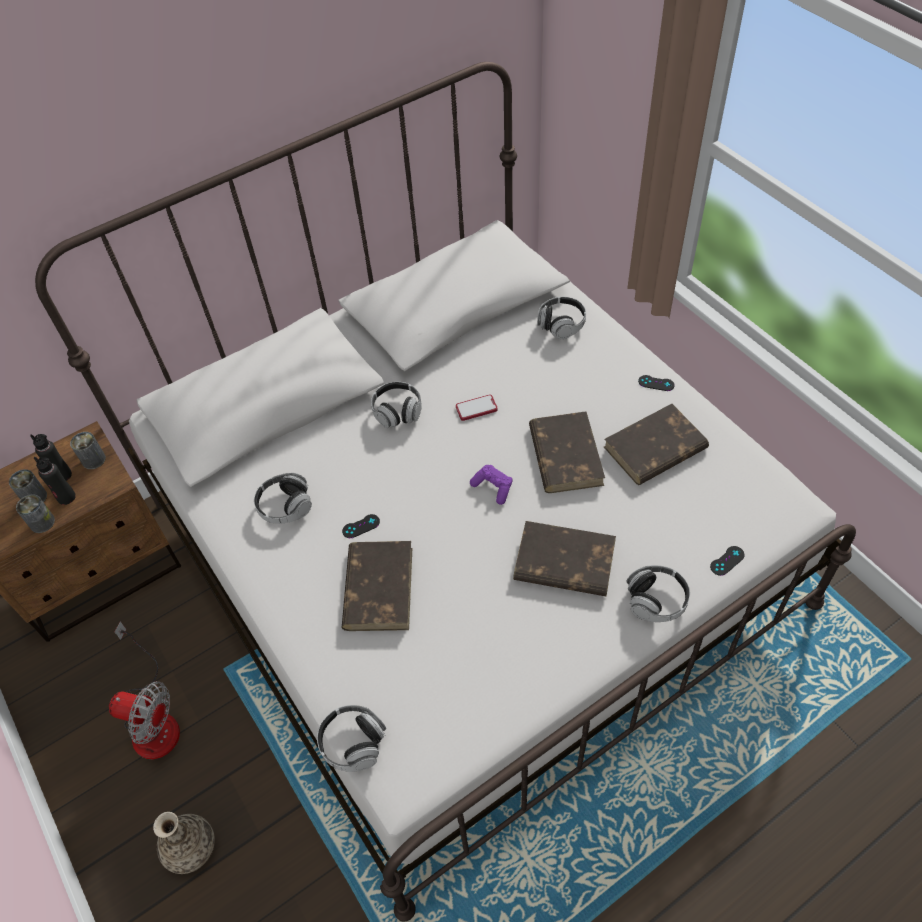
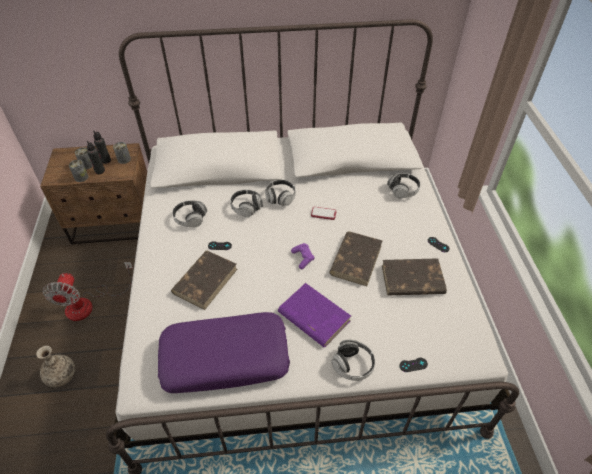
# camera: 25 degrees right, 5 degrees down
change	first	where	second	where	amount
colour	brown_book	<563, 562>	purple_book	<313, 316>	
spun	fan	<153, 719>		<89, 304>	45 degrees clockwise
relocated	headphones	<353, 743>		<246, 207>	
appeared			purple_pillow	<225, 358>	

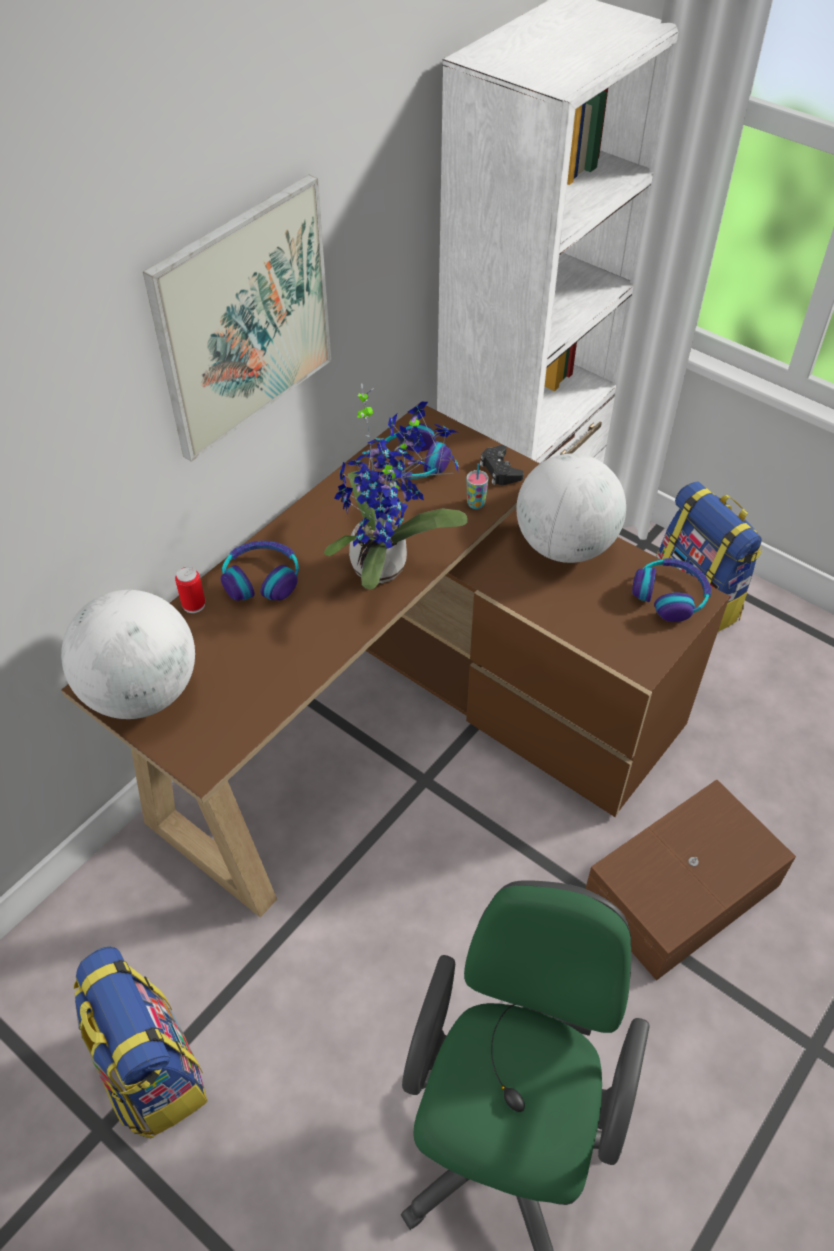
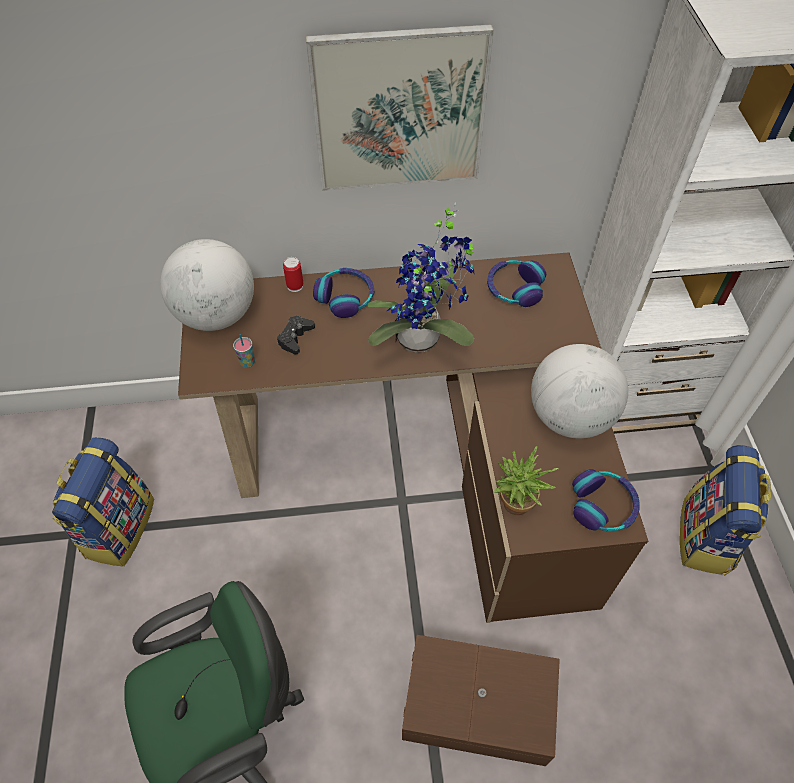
# camera: 45 degrees right, 5 degrees up
change	first	where	second	where	amount
relocated	black_game_controller	<500, 470>		<295, 337>	
relocated	cup	<476, 504>		<247, 363>	
appeared			potted_plant	<514, 508>	

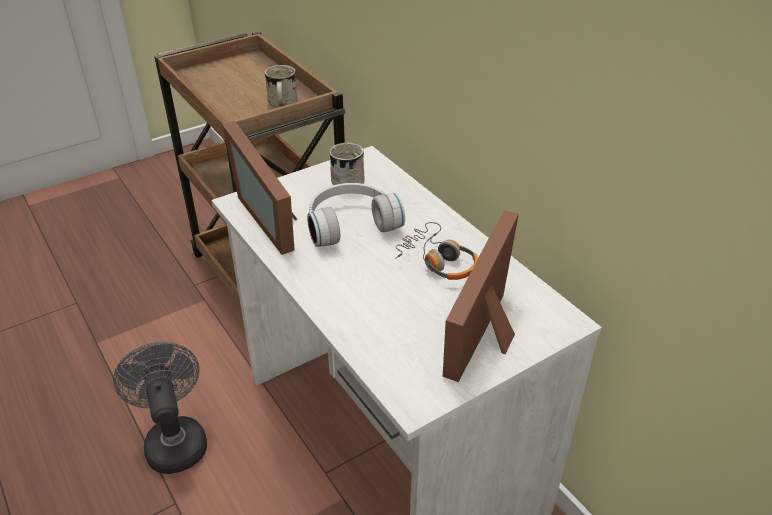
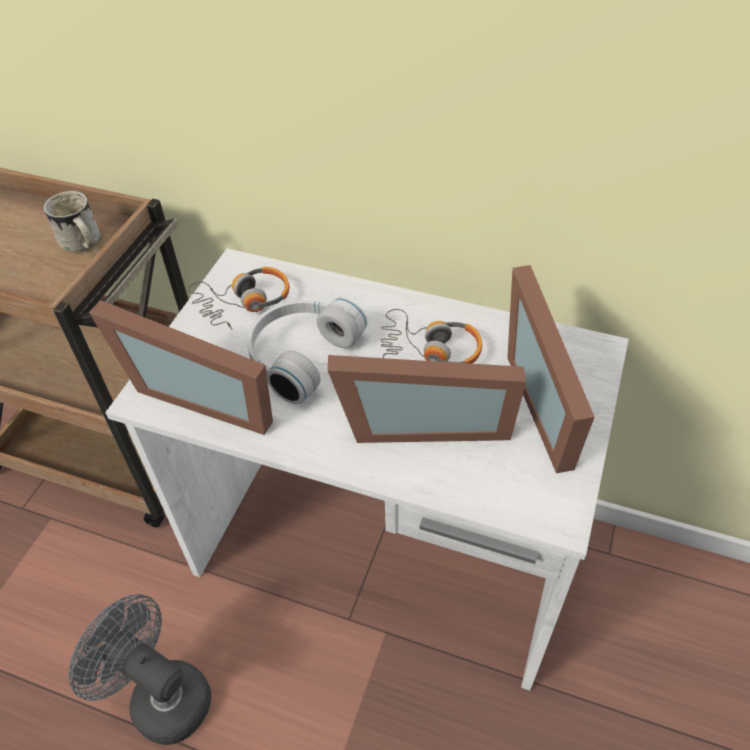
# camera: 35 degrees left, 10 degrees up
change	first	where	second	where	amount
exchanged	white_mug	<348, 179>	headphones	<244, 303>	
appeared			picture_frame	<423, 421>	

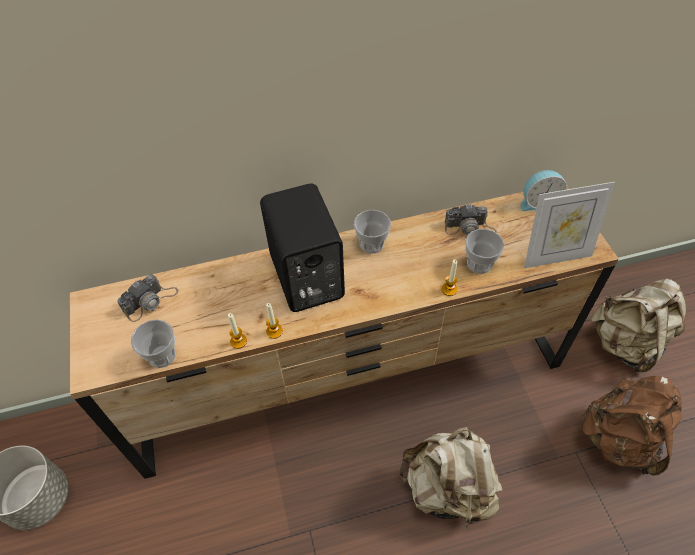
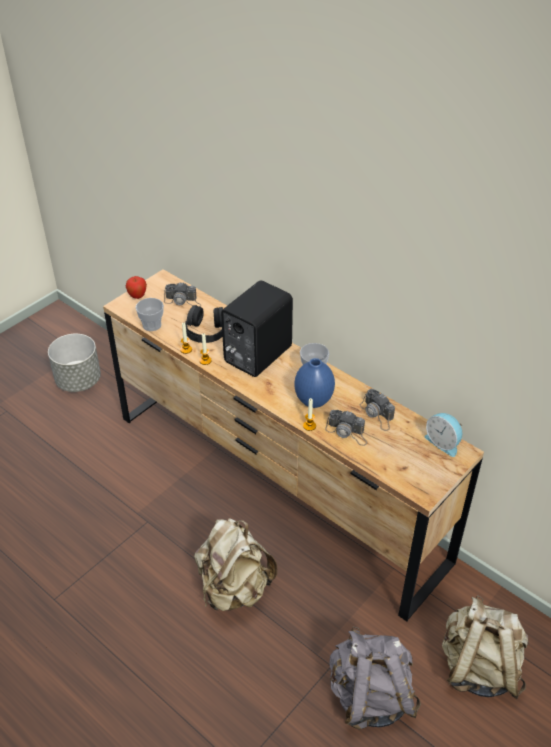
# camera: 55 degrees right, 10 degrees down
change	first	where	second	where	amount
missing	picture_frame	<555, 256>			
exchanged	cup	<479, 264>	photo_camera	<347, 432>	
colour	brown_backpack	<619, 439>	grey_backpack	<370, 696>	
appeared			apple	<137, 296>	
appeared			black_headphones	<206, 330>	
appeared			blue_vase	<313, 401>	

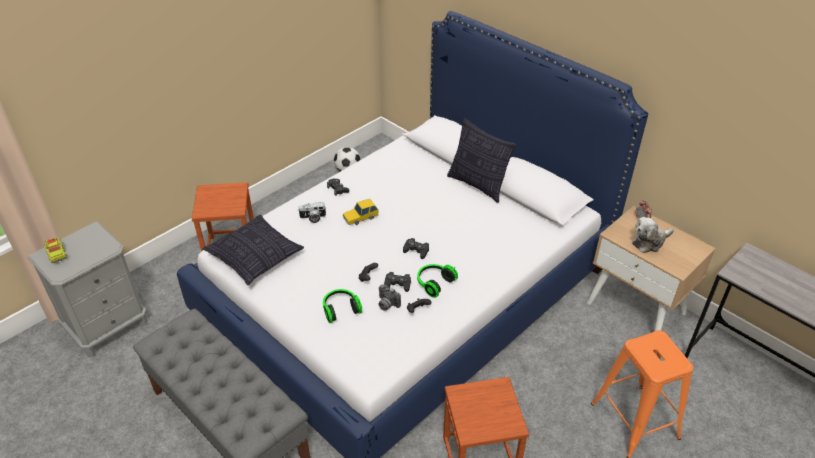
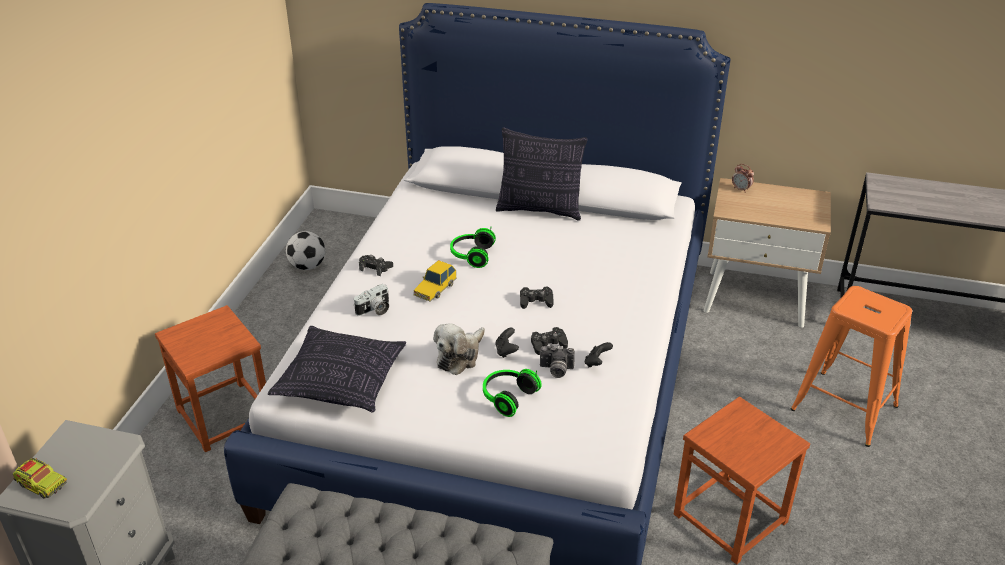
# camera: 30 degrees left, 5 degrees down
change	first	where	second	where	amount
relocated	plush_toy	<649, 242>		<459, 356>	
relocated	headphones	<434, 283>		<471, 255>	

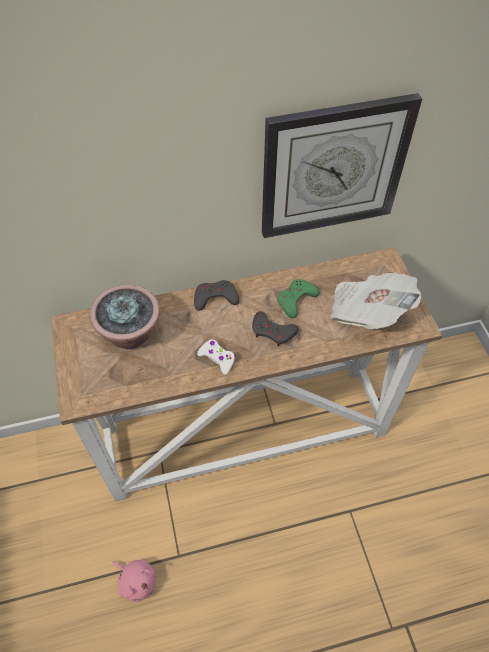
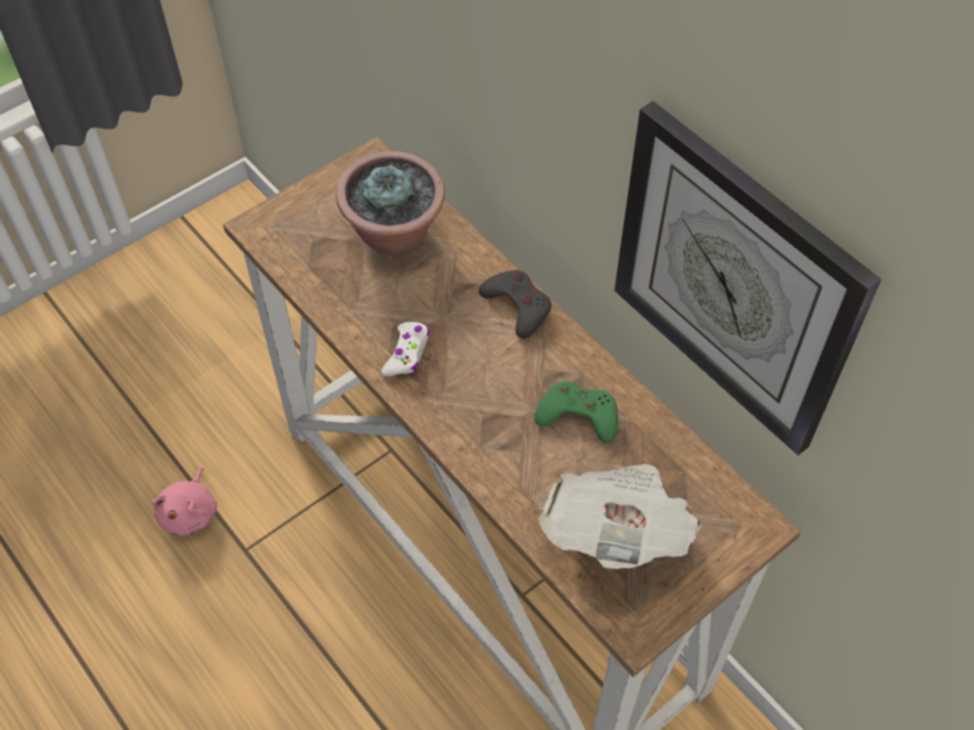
# camera: 65 degrees right, 0 degrees up
change	first	where	second	where	amount
missing	grey_game_controller	<273, 331>			

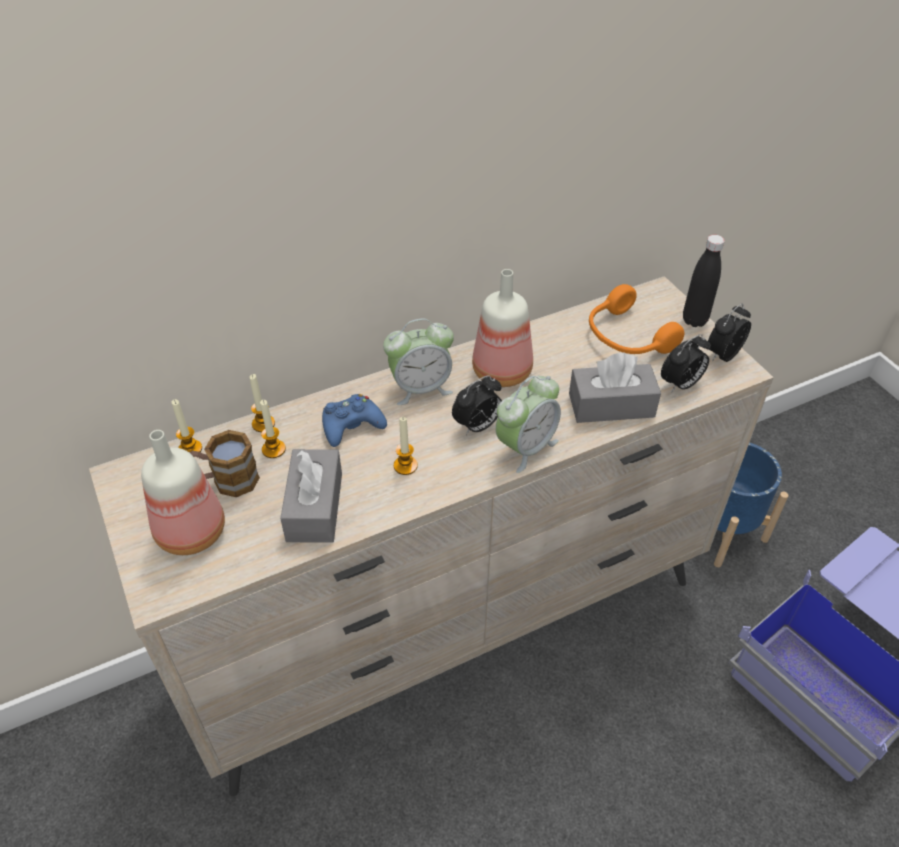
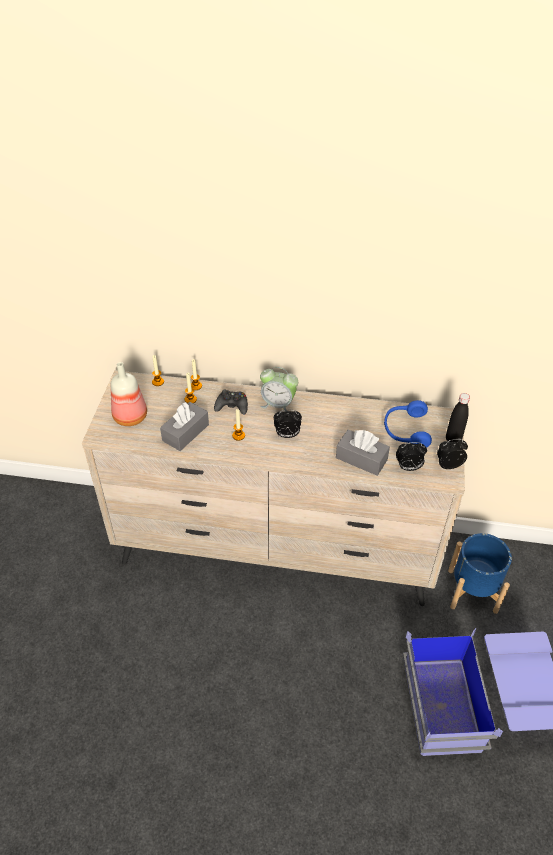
# camera: 35 degrees right, 0 degrees up
change	first	where	second	where	amount
missing	bottle	<503, 371>			
colour	orange_headphones	<626, 337>	blue_headphones	<405, 430>	
missing	alarm_clock	<525, 447>			
colour	blue_game_controller	<351, 425>	black_game_controller	<232, 406>	
missing	mug	<226, 480>			

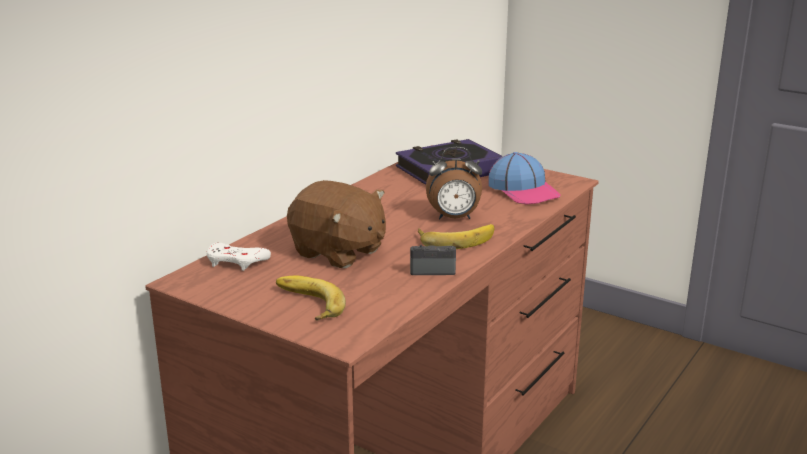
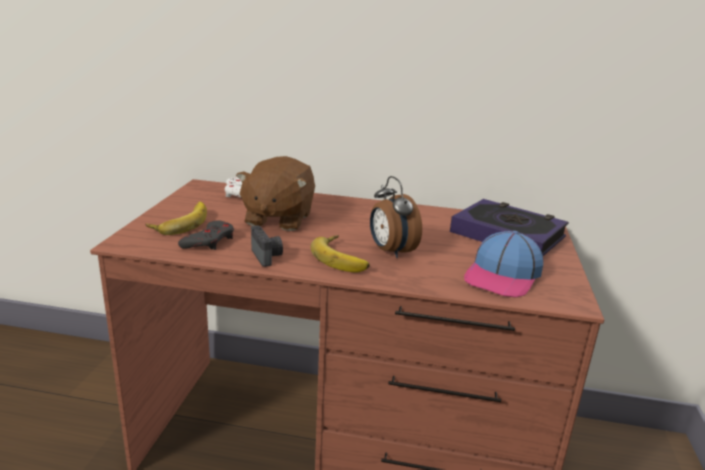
# camera: 65 degrees right, 0 degrees up
change	first	where	second	where	amount
appeared			grey_game_controller	<209, 241>	

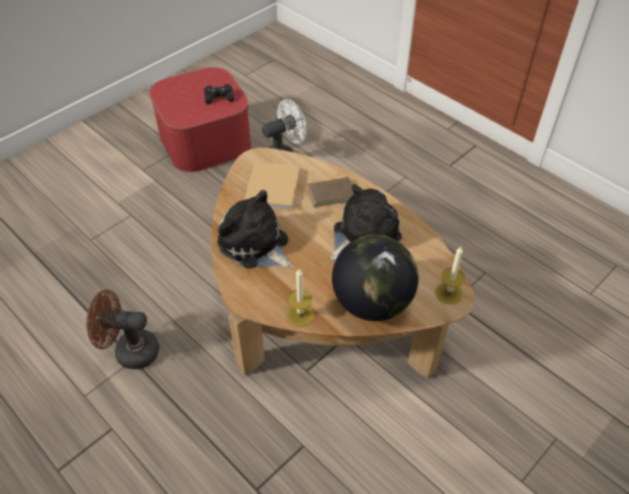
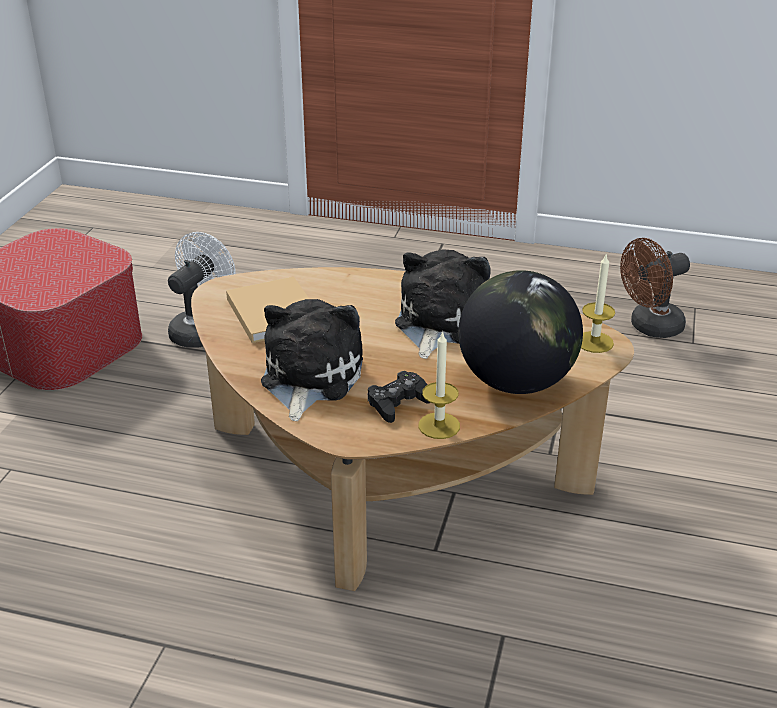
# camera: 30 degrees left, 15 degrees down
change	first	where	second	where	amount
relocated	black_game_controller	<219, 97>		<398, 403>	
missing	brown_book	<331, 192>			
spun	plush_toy	<255, 245>		<308, 377>	90 degrees clockwise
relocated	brown_fan	<130, 351>		<649, 327>	

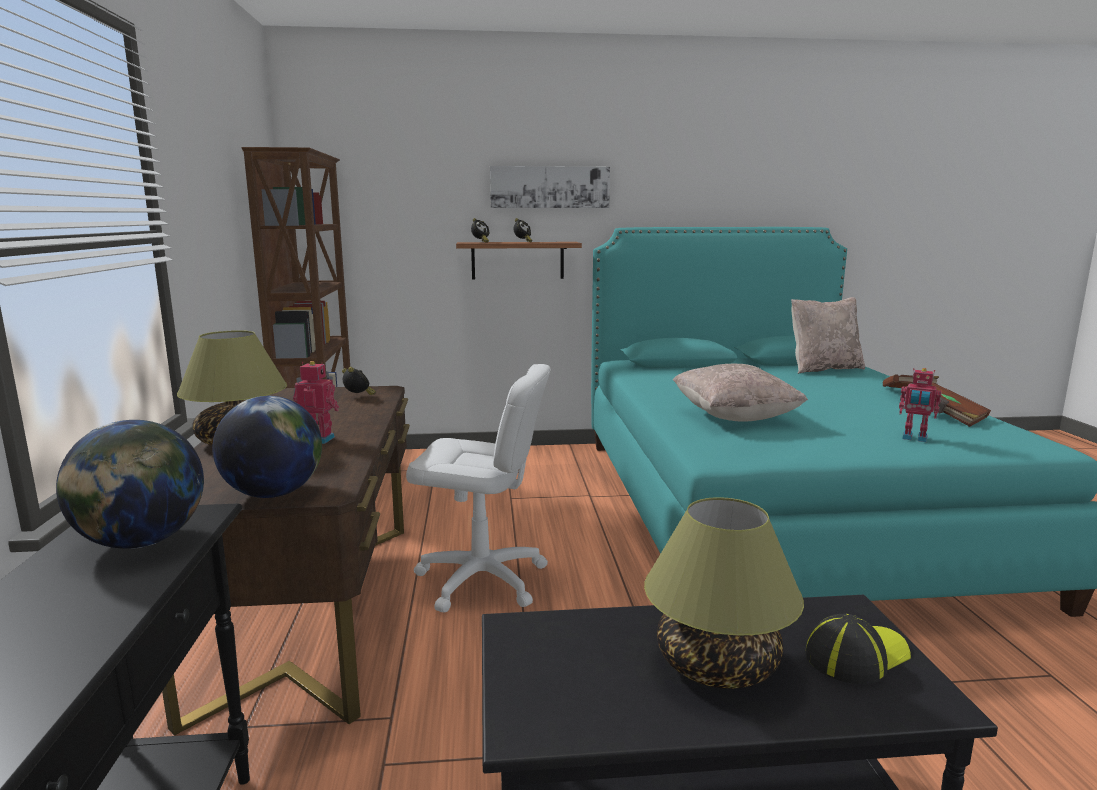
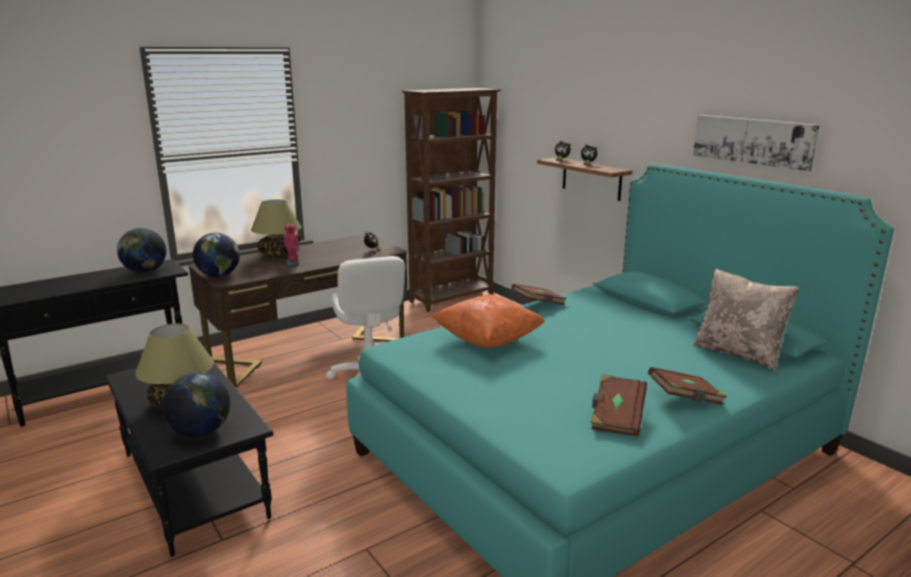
# camera: 60 degrees right, 5 degrees up
change	first	where	second	where	amount
relocated	picture	<549, 187>		<752, 141>	
colour	beige_pillow	<734, 418>	orange_pillow	<488, 340>	
missing	toy_robot	<914, 438>			
exchanged	cap	<856, 655>	globe	<201, 432>	
appeared			brown_book	<538, 304>	

